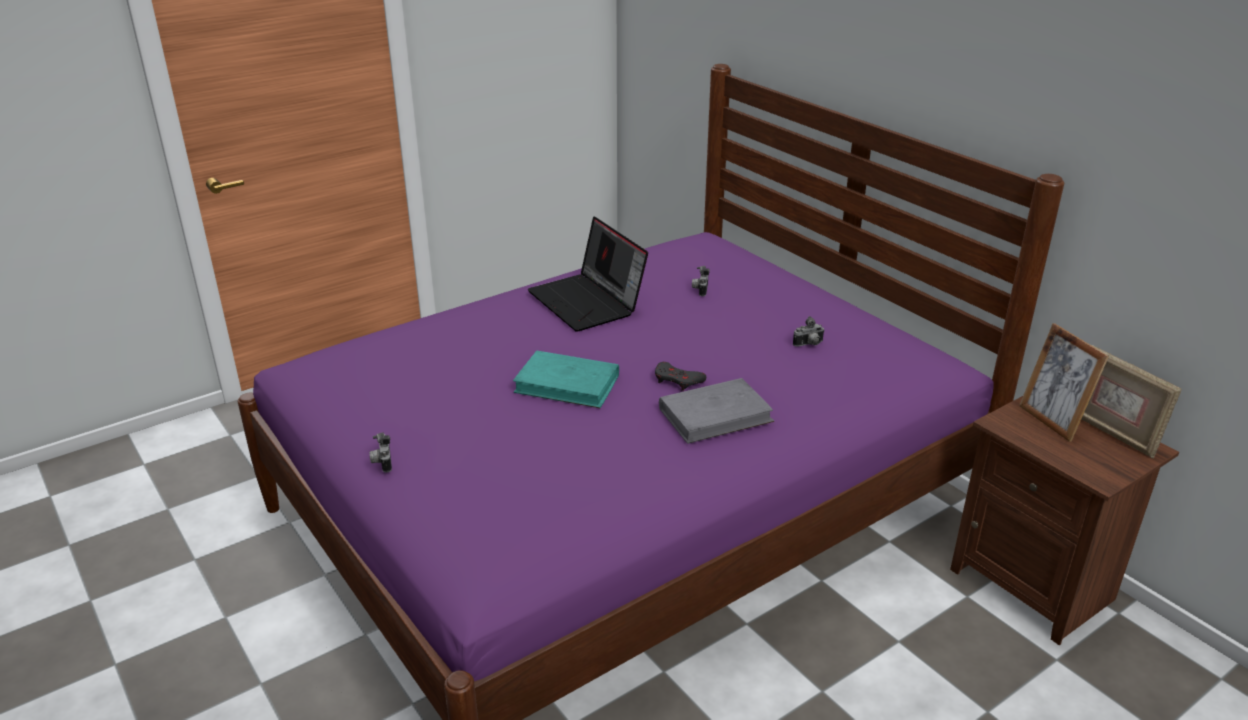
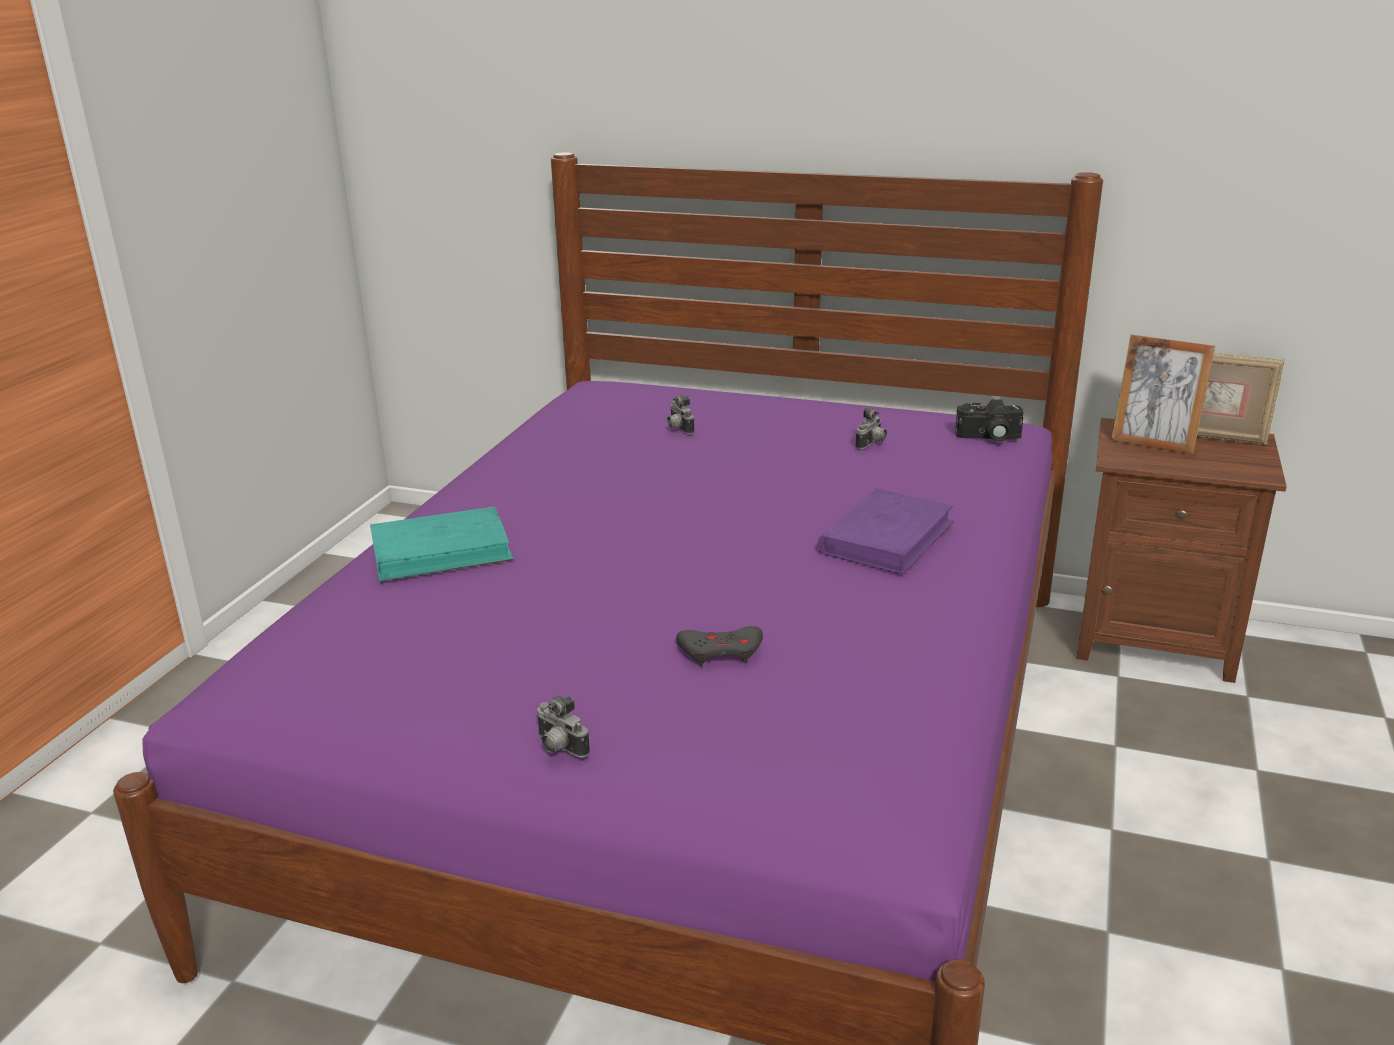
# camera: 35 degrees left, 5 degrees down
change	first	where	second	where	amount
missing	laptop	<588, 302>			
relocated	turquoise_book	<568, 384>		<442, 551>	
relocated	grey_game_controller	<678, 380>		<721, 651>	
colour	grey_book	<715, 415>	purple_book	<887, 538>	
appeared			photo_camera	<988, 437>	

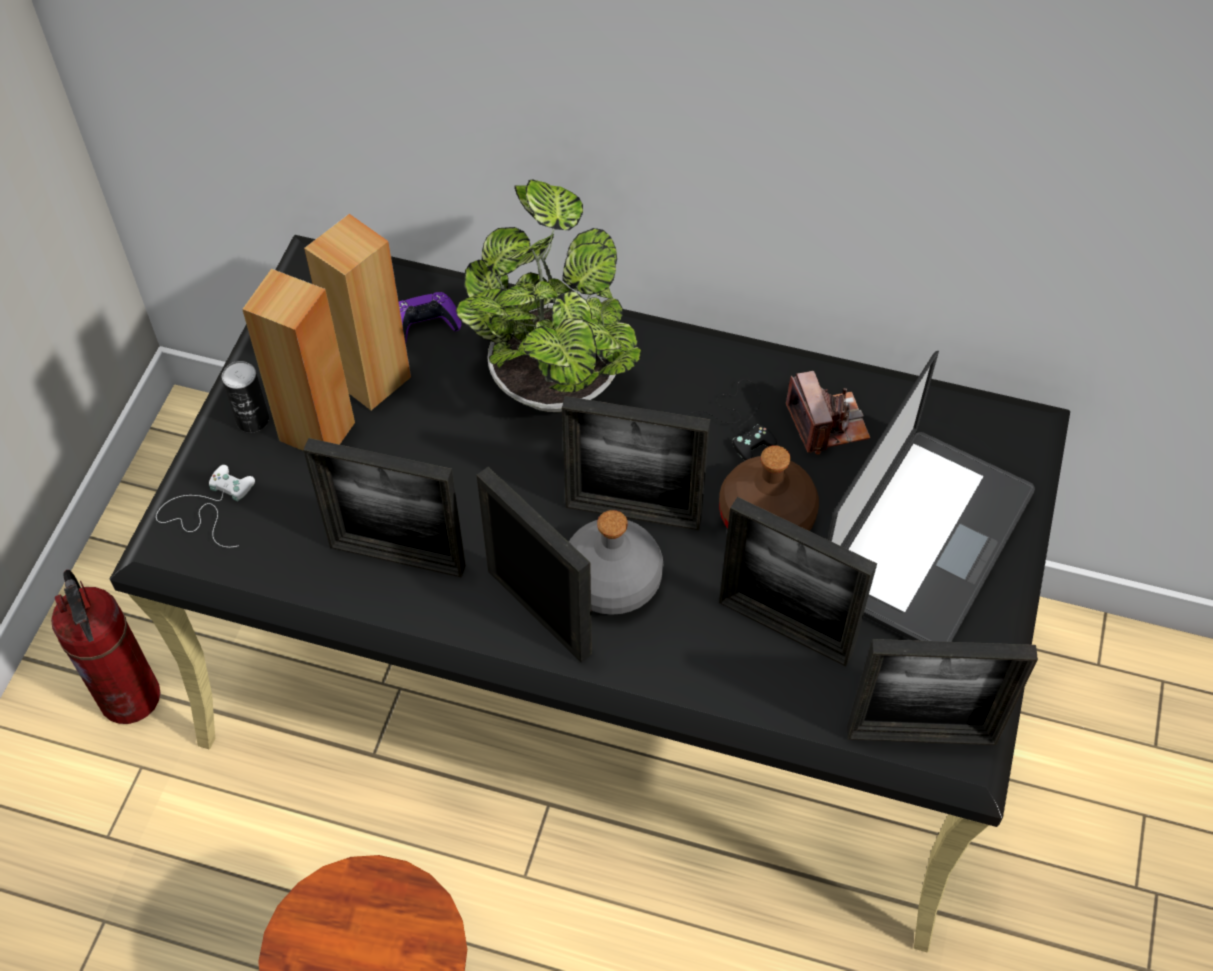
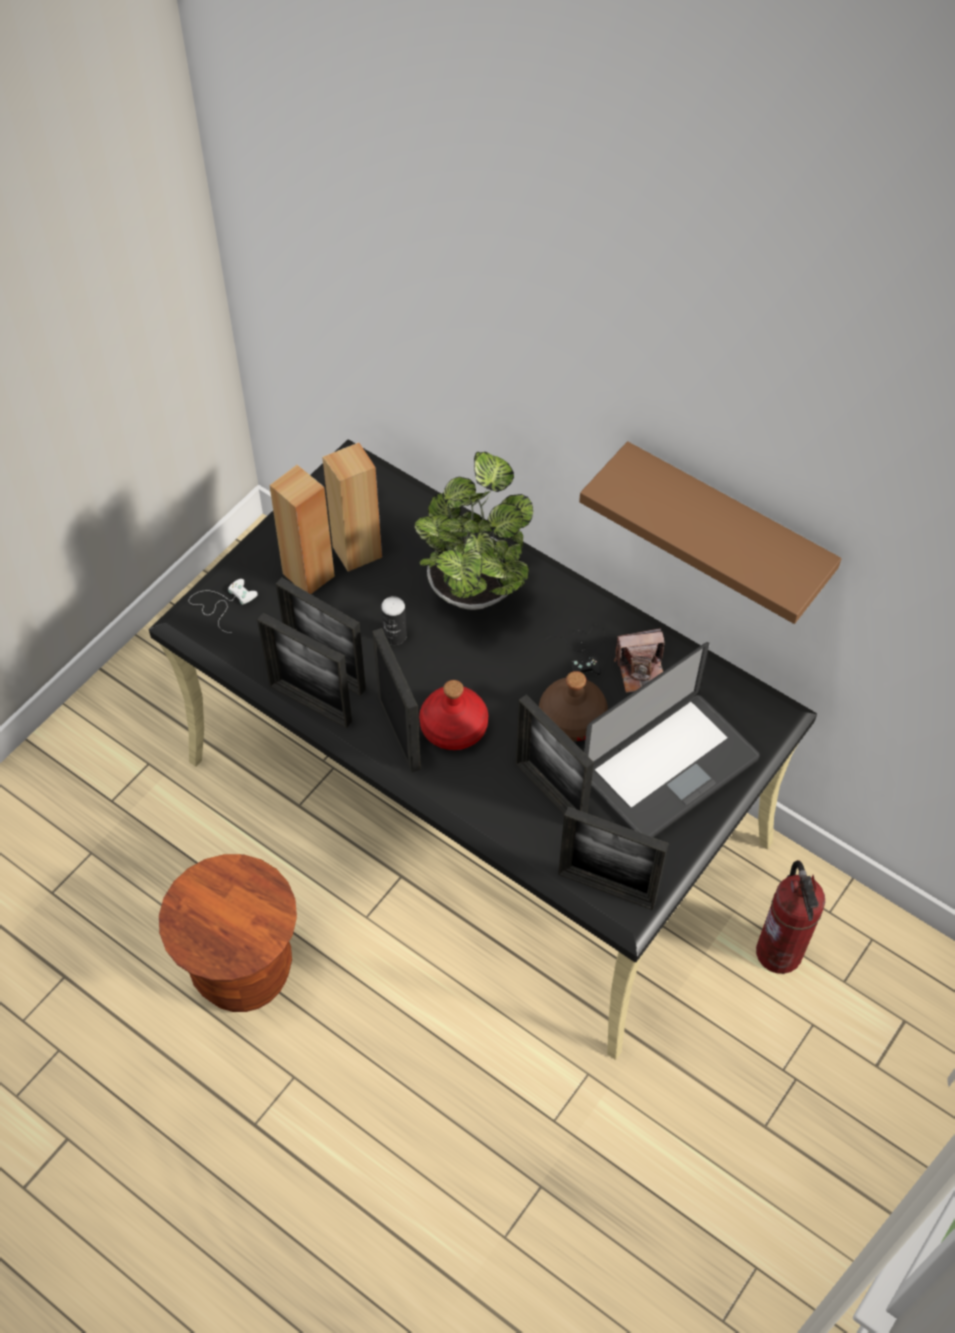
# camera: 20 degrees right, 0 degrees up
change	first	where	second	where	amount
missing	purple_game_controller	<425, 323>			
relocated	can	<252, 420>		<395, 636>	
spun	photo_camera	<827, 423>		<641, 670>	75 degrees clockwise
relocated	picture_frame	<633, 513>		<310, 703>	
colour	grey_bottle	<611, 580>	red_bottle	<453, 727>	
relocated	fire_extinguisher	<131, 697>		<780, 952>	
appeared			brown_shelf	<725, 527>	

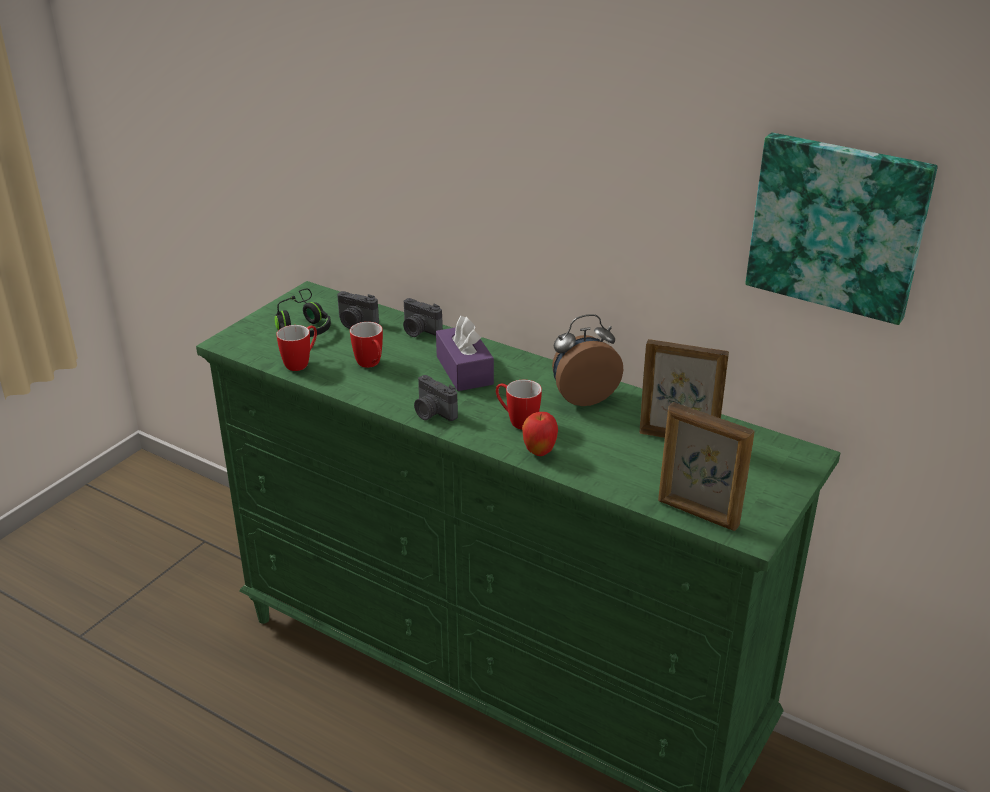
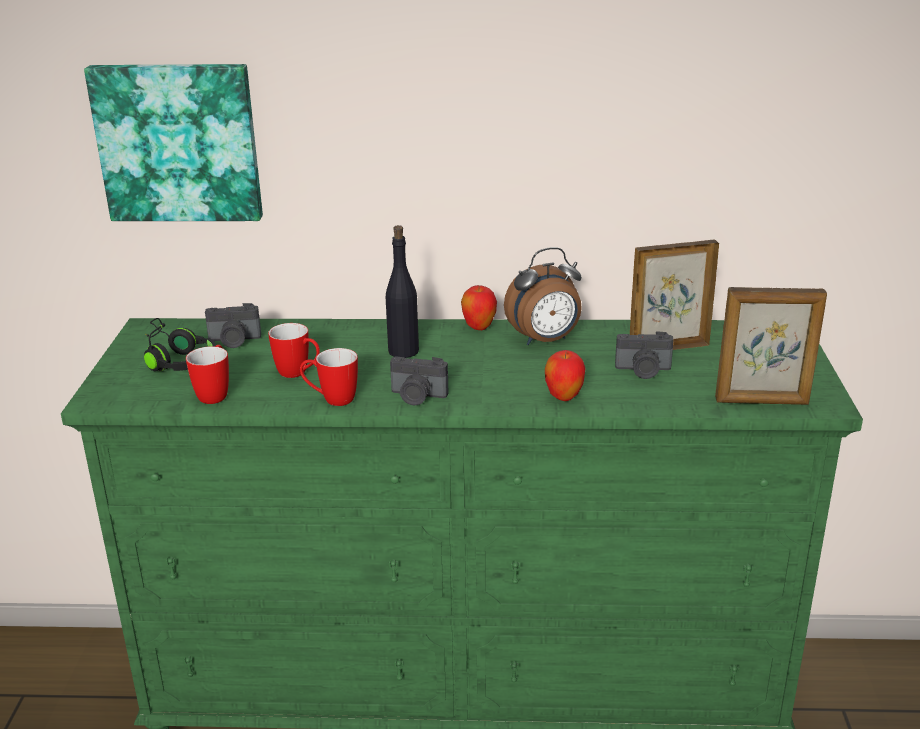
# camera: 30 degrees left, 5 degrees down
change	first	where	second	where	amount
relocated	picture	<838, 225>		<179, 142>	
relocated	photo_camera	<419, 331>		<643, 371>	
spun	alarm_clock	<583, 396>		<545, 340>	150 degrees counterclockwise
exchanged	purple_tissue_box	<464, 370>	black_bottle	<404, 351>	
relocated	mug	<517, 421>		<331, 399>	
appeared			apple	<479, 328>	

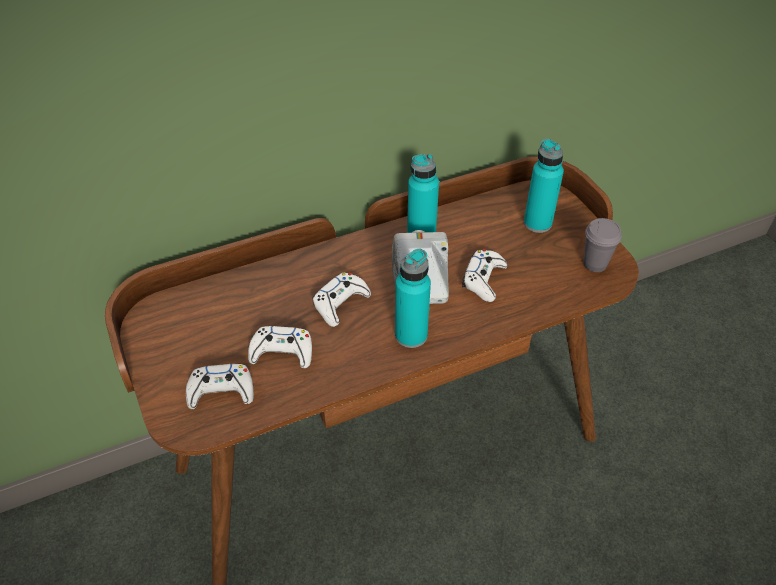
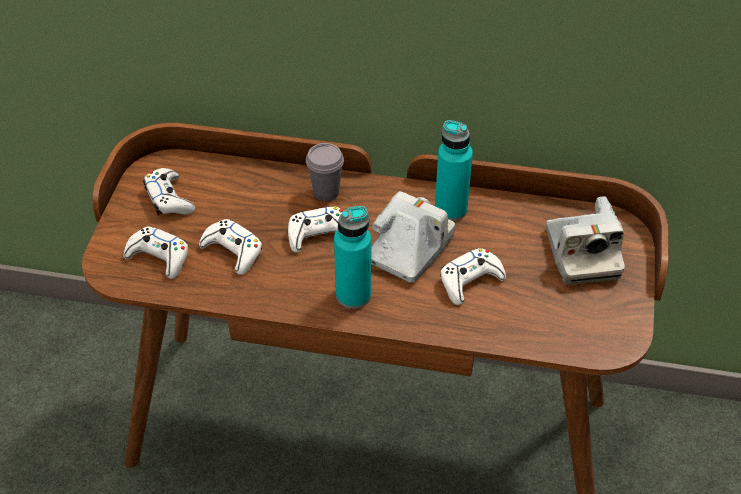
# camera: 35 degrees right, 0 degrees up
change	first	where	second	where	amount
exchanged	turquoise_bottle	<537, 223>	photo_camera	<581, 254>	
relocated	grey_cup	<594, 264>		<326, 192>	
appeared			white_game_controller	<169, 199>	

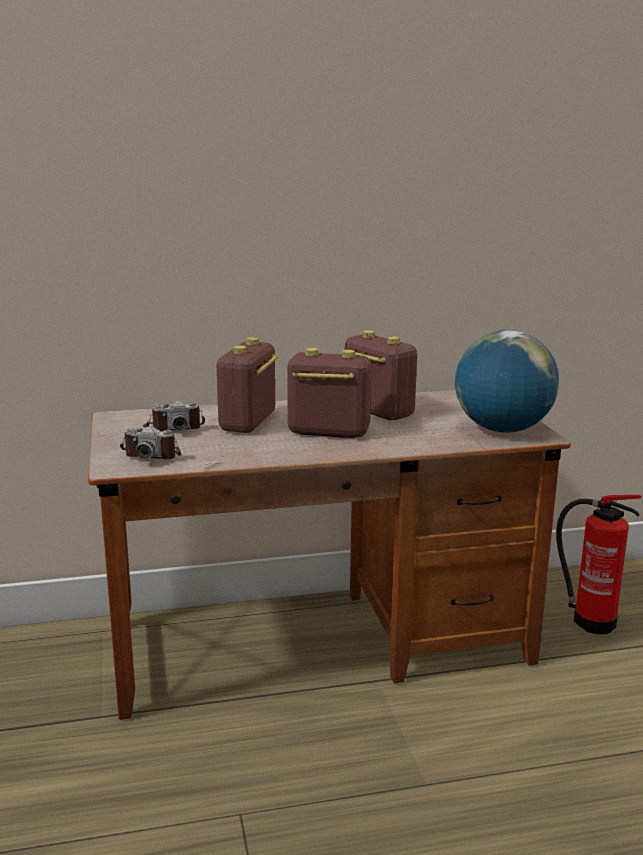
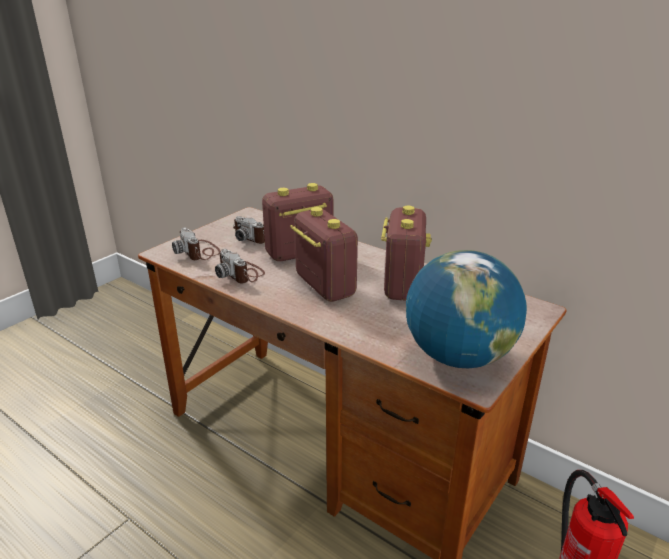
# camera: 50 degrees right, 10 degrees up
change	first	where	second	where	amount
appeared			photo_camera	<241, 274>	

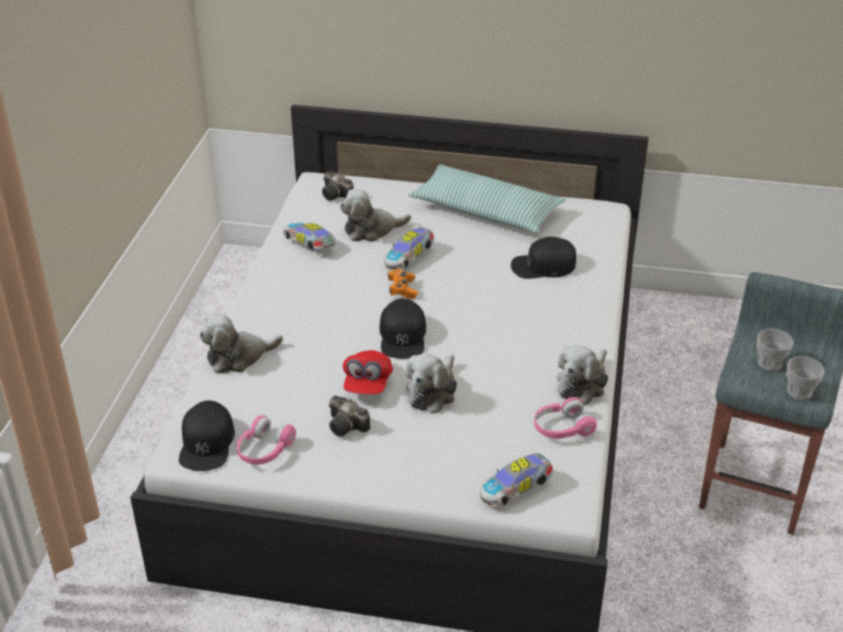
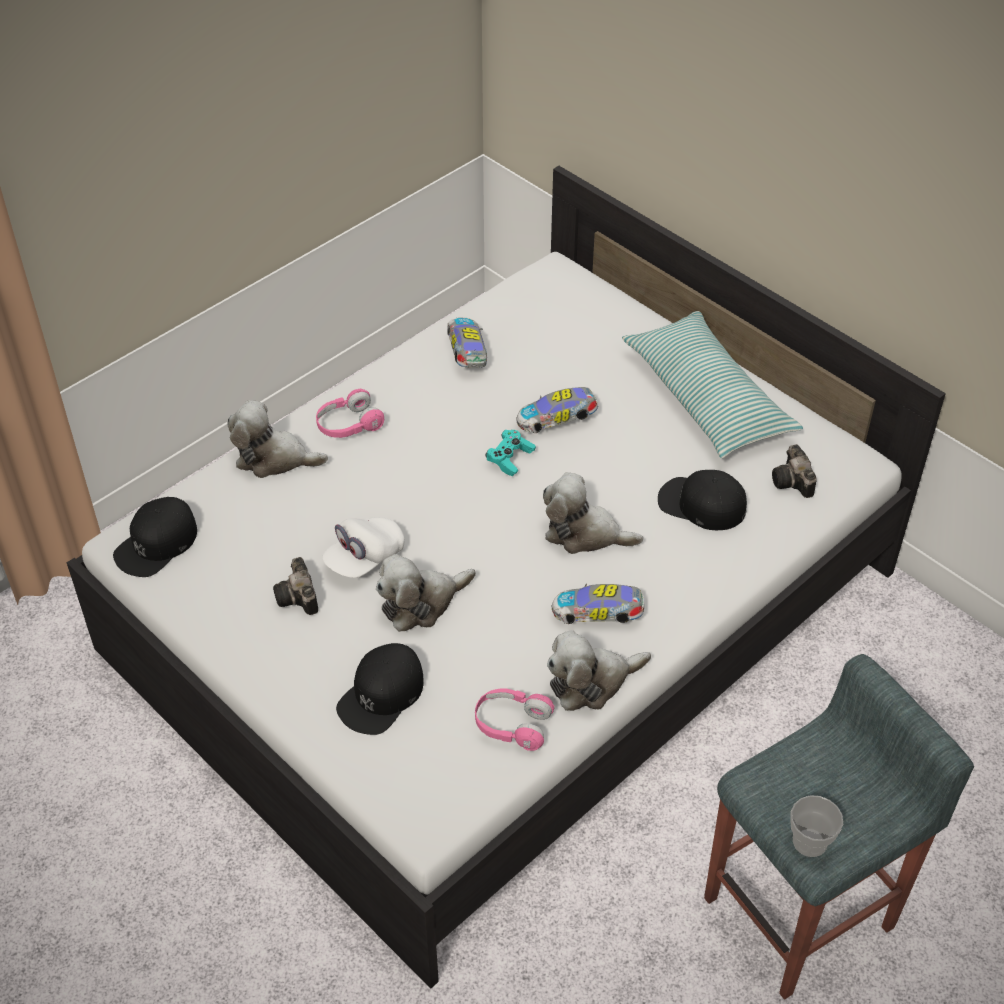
# camera: 35 degrees right, 10 degrees up
change	first	where	second	where	amount
relocated	photo_camera	<337, 195>		<793, 483>	
relocated	plush_toy	<371, 230>		<584, 533>	
colour	orange_game_controller	<402, 289>	turquoise_game_controller	<510, 458>	
relocated	black_cap	<403, 336>		<382, 695>	
missing	cup	<769, 363>			
colour	red_cap	<367, 384>	white_cap	<365, 558>	
relocated	pink_headphones	<264, 450>		<348, 425>	
relocated	toy_car	<516, 489>		<599, 614>	

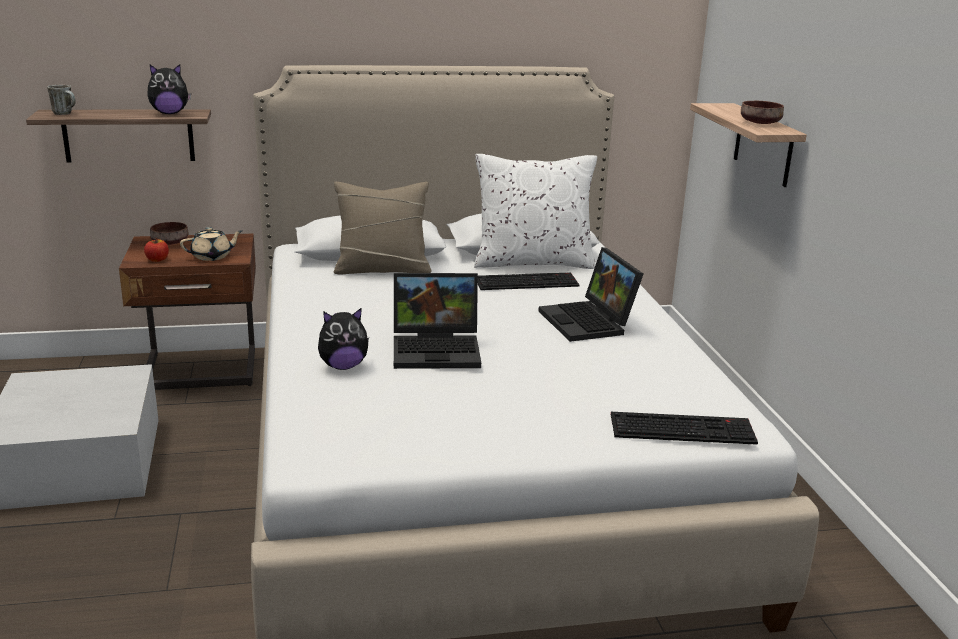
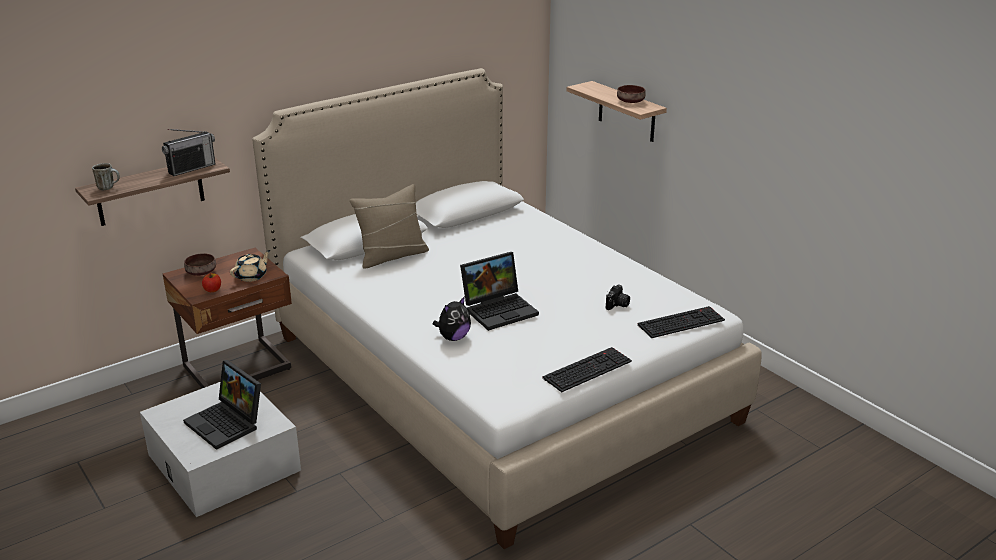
# camera: 25 degrees left, 5 degrees up
change	first	where	second	where	amount
exchanged	plush_toy	<169, 113>	radio	<191, 168>	
missing	white_pillow	<532, 262>			
relocated	laptop	<589, 322>		<227, 423>	
relocated	keyboard	<527, 282>		<587, 369>	
appeared			photo_camera	<617, 305>	

